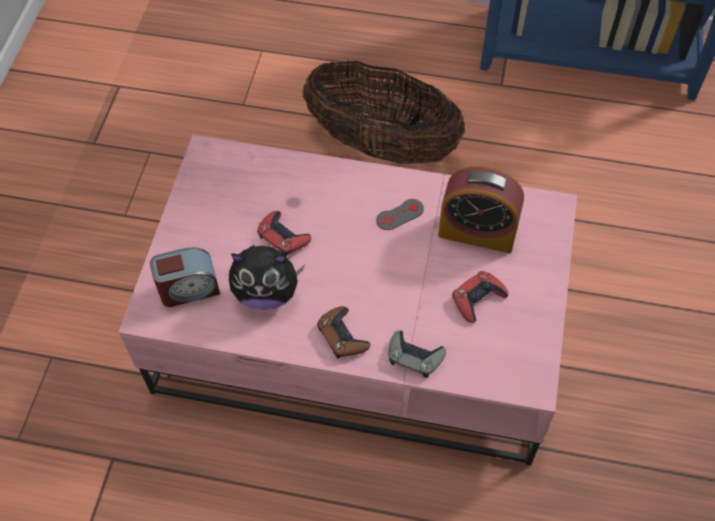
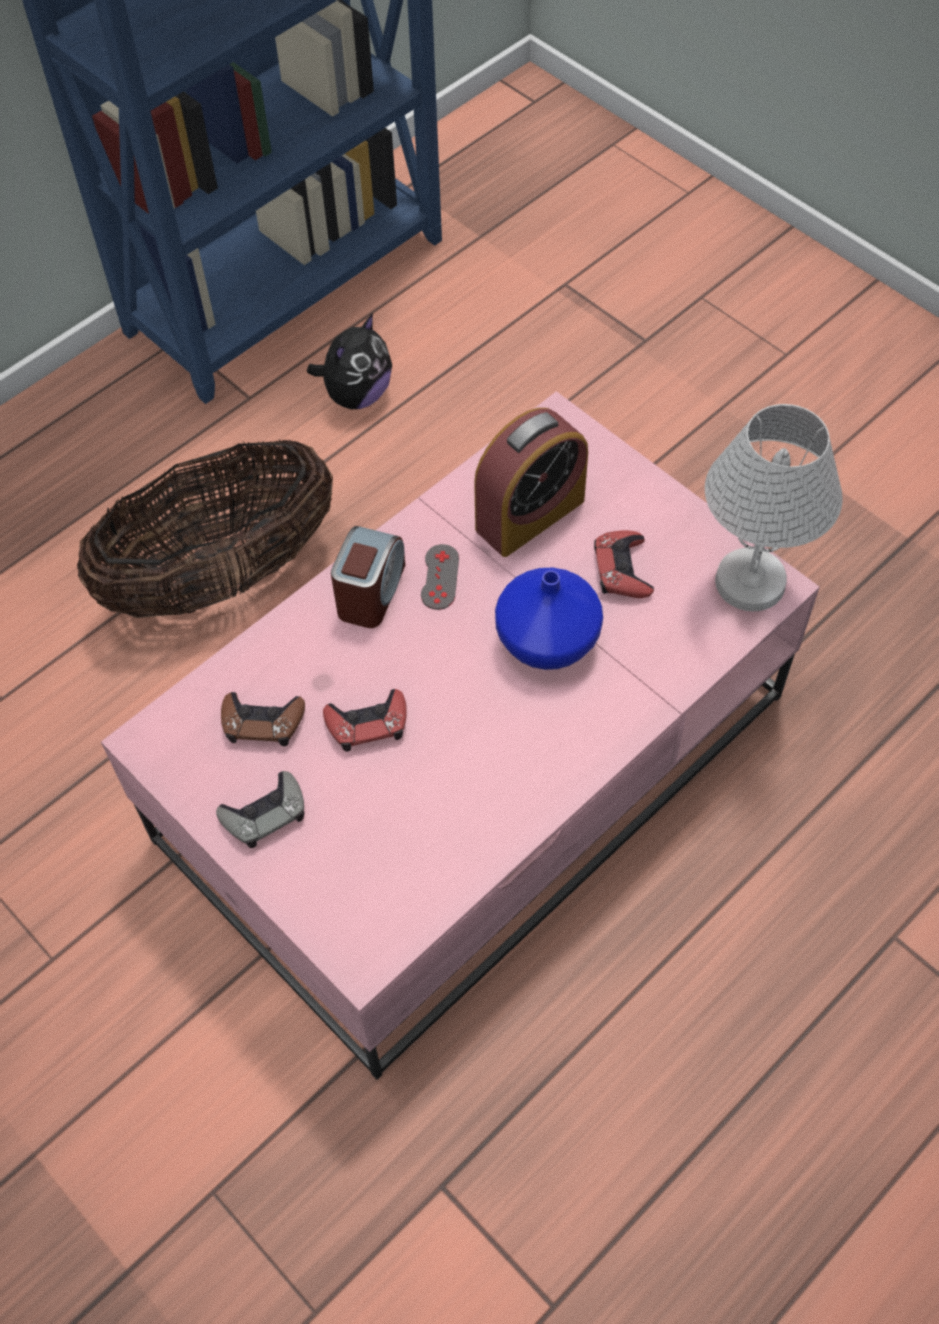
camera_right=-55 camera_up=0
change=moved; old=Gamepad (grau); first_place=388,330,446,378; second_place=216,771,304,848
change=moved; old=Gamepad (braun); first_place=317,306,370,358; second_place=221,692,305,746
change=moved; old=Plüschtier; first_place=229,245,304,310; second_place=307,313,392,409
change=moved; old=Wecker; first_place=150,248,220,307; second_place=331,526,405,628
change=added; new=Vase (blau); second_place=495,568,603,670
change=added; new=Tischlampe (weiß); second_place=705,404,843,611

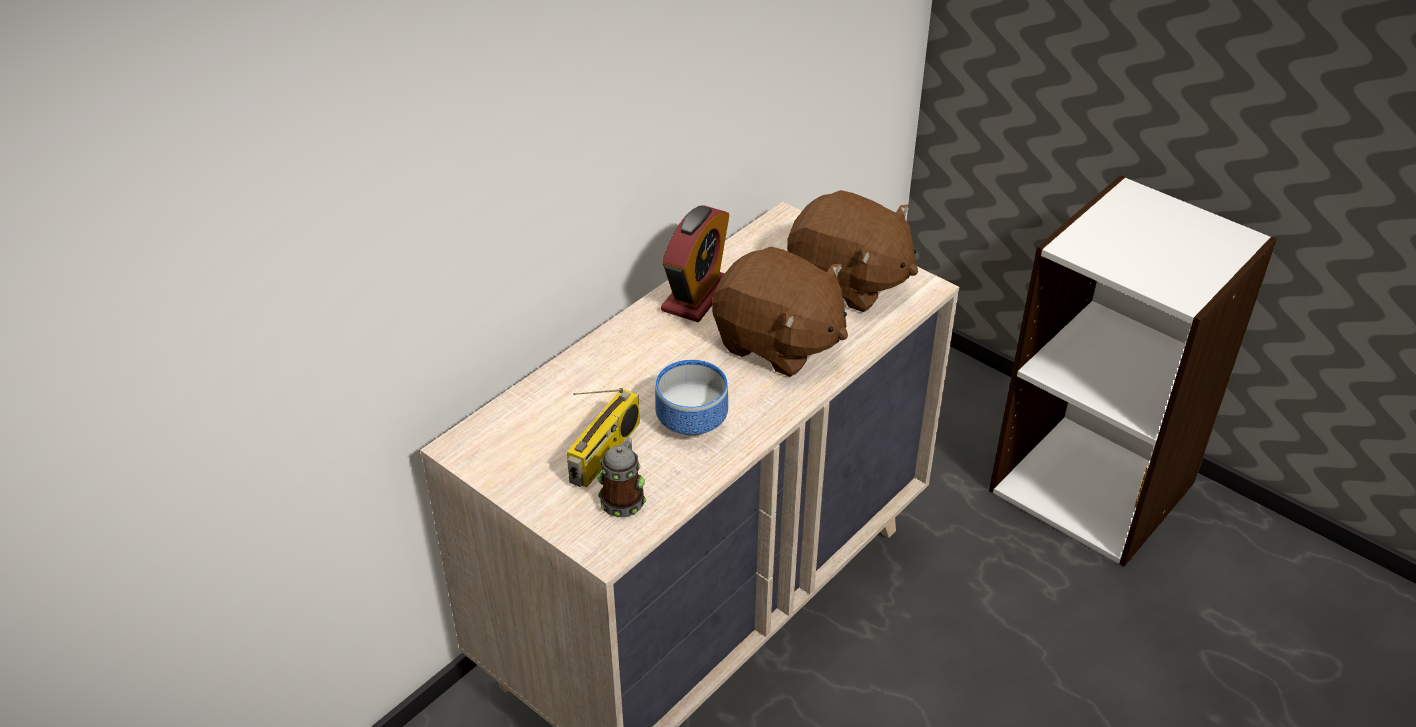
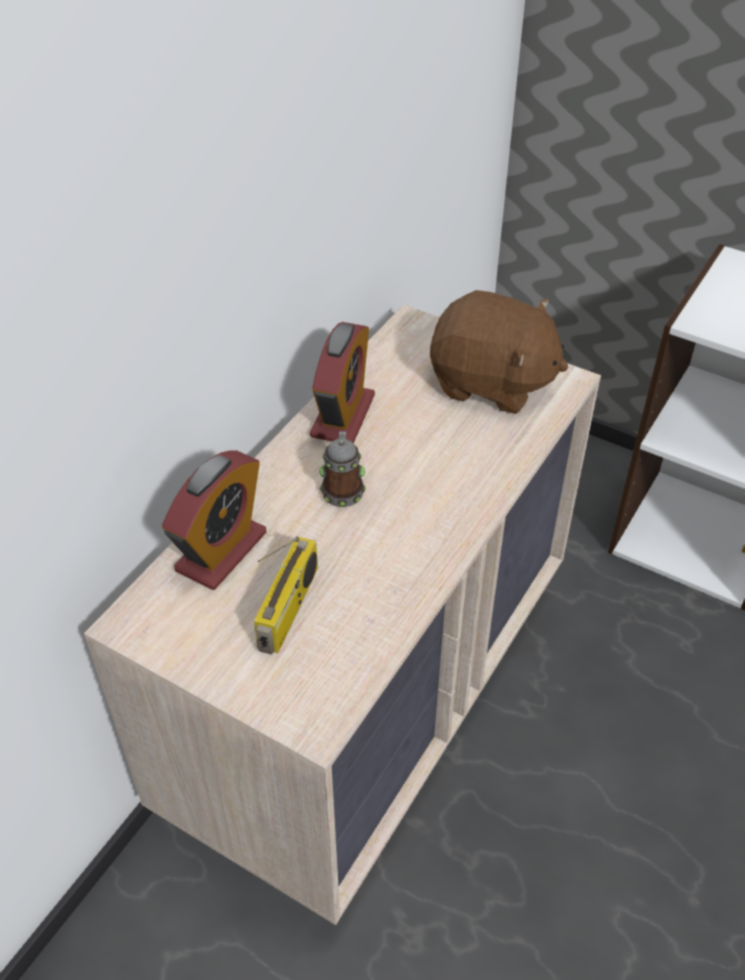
camera_right=-10 camera_up=5
change=added; new=Wecker; second_place=162,450,267,590
change=moved; old=Henkelbecher; first_place=597,437,646,517; second_place=319,431,366,507
change=removed; old=Schüssel; first_place=655,360,728,436
change=removed; old=Plüschtier (braun); first_place=712,246,848,377

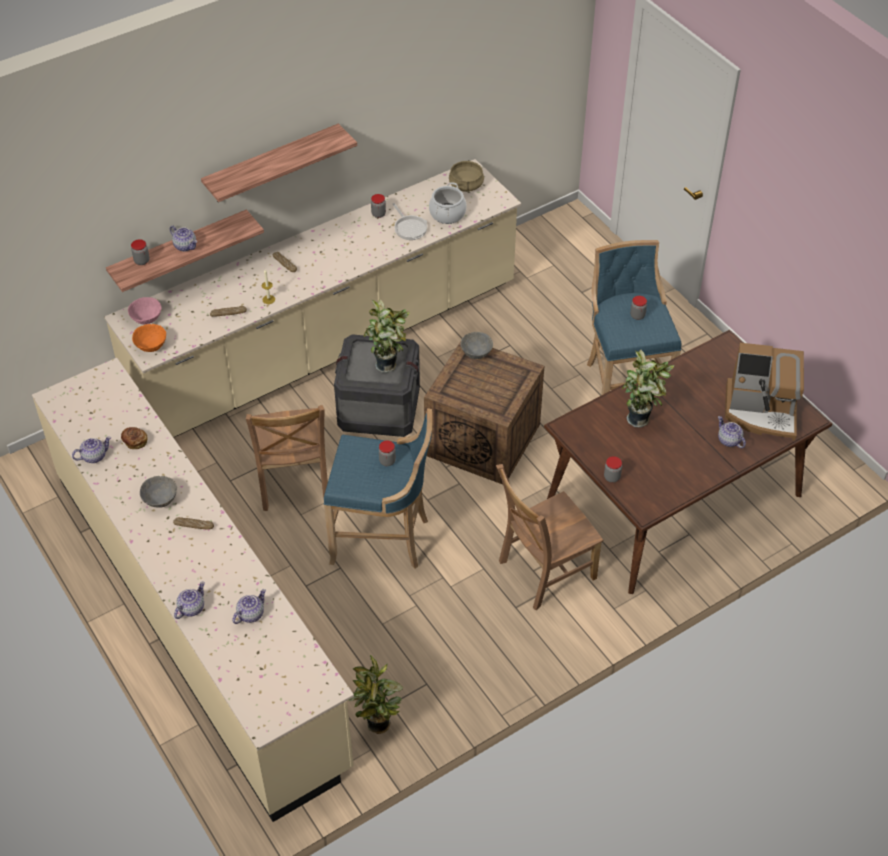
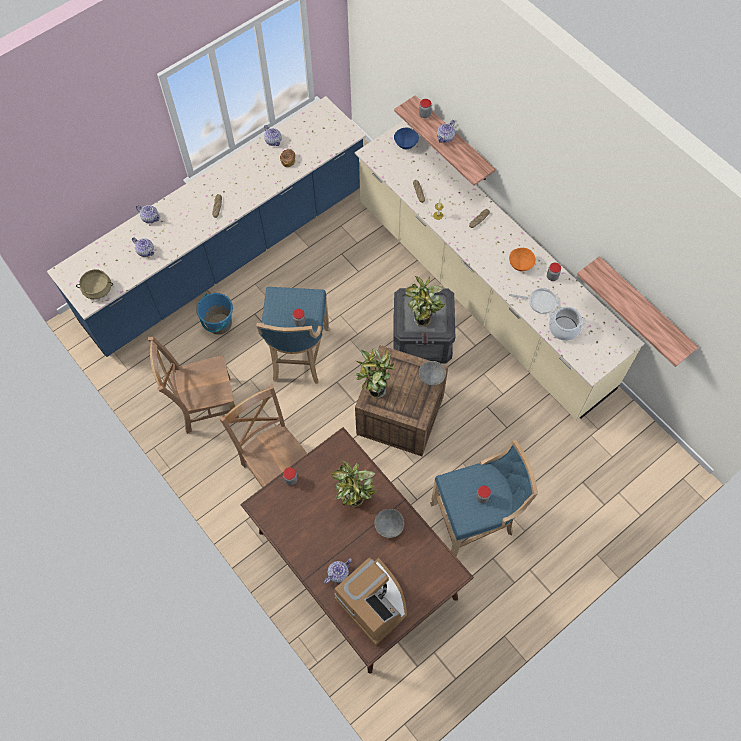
camera_right=85 camera_up=15
change=recoloured; old=Küchenzeile (beige); new=Küchenzeile (blau); first_place=32,358,354,822; second_place=47,96,366,357
change=moved; old=Kochtopf (beige); first_place=449,160,484,192; second_place=76,269,113,299
change=moved; old=Stuhl (braun); first_place=246,405,328,511; second_place=148,337,239,434
change=added; new=Eimer (blau); second_place=197,293,233,335
change=turned; old=Kaffeemaschine; first_place=725,343,804,441; second_place=335,558,407,646; degrees=135
change=moved; old=Topfpflanze; first_place=348,655,403,734; second_place=355,348,395,398
change=moved; old=Schüssel (grau); first_place=140,476,177,508; second_place=375,509,404,538
change=recoloured; old=Schüssel (rosa); new=Schüssel (blau); first_place=128,297,162,324; second_place=394,128,419,149
change=moved; old=Schüssel (orange); first_place=132,324,166,352; second_place=509,248,536,271
change=turned; old=Pfanne; first_place=393,203,427,240; second_place=509,287,559,314; degrees=-135
change=moved; old=Wandregal; first_place=201,123,357,202; second_place=577,256,698,367

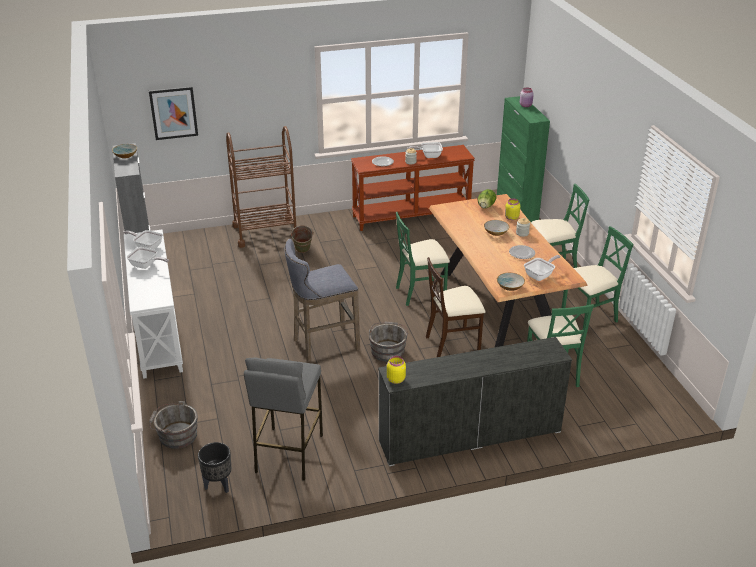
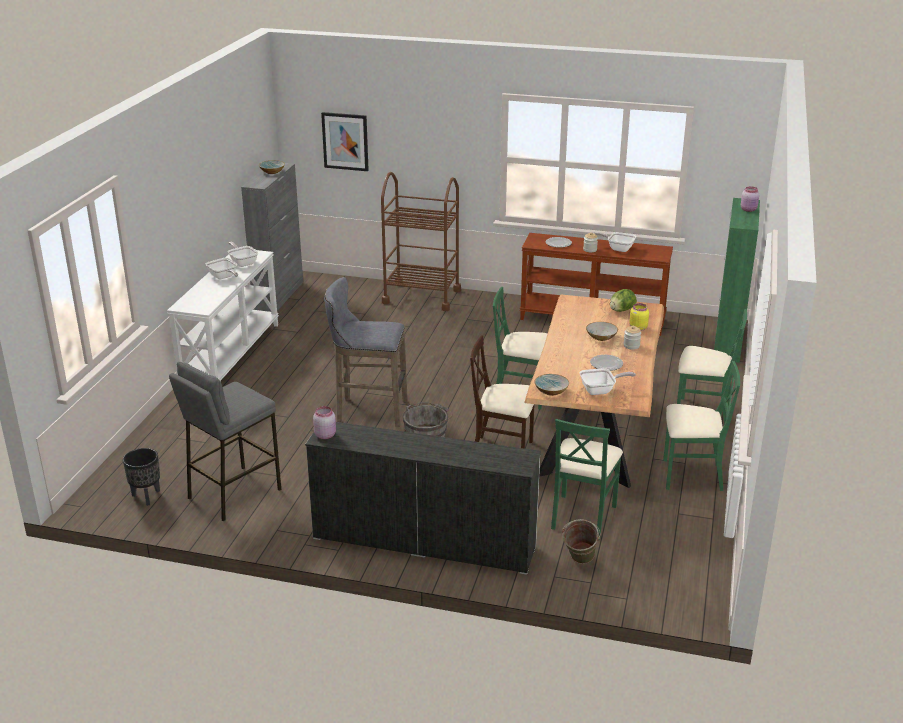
camera_right=30 camera_up=-5
change=recoloured; old=Vorratsglas (gelb); new=Vorratsglas (rosa); first_place=387,356,406,384; second_place=313,406,336,439
change=moved; old=Eimer (grün); first_place=290,225,314,253; second_place=562,519,601,564
change=removed; old=Eimer (grau); first_place=149,401,198,449

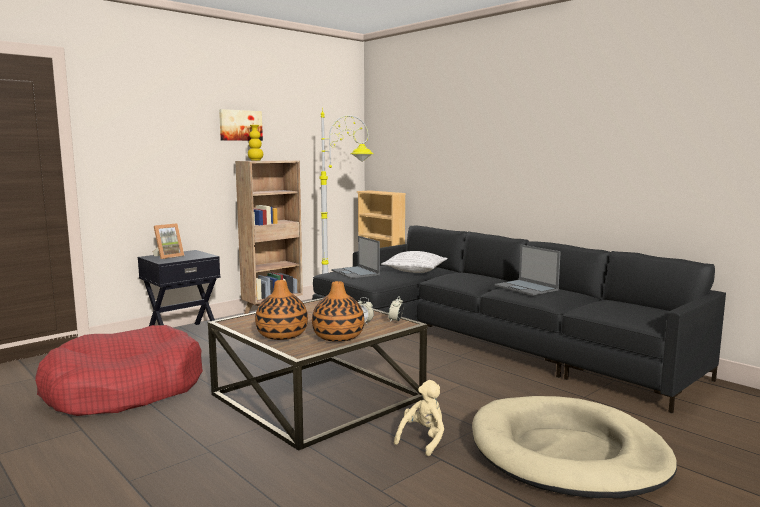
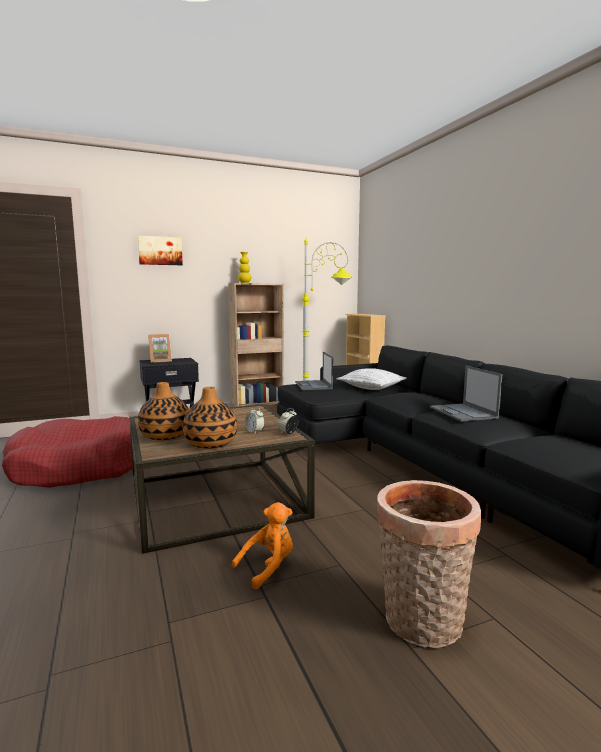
camera_right=20 camera_up=0
change=moved; old=Bild; first_place=219,109,263,141; second_place=138,236,183,265
change=recoloured; old=Plüschtier (beige); new=Plüschtier (orange); first_place=394,380,444,456; second_place=232,502,293,589
change=replaced; old=Hundebett (beige); new=Korb; first_place=472,396,677,498; second_place=377,480,481,648

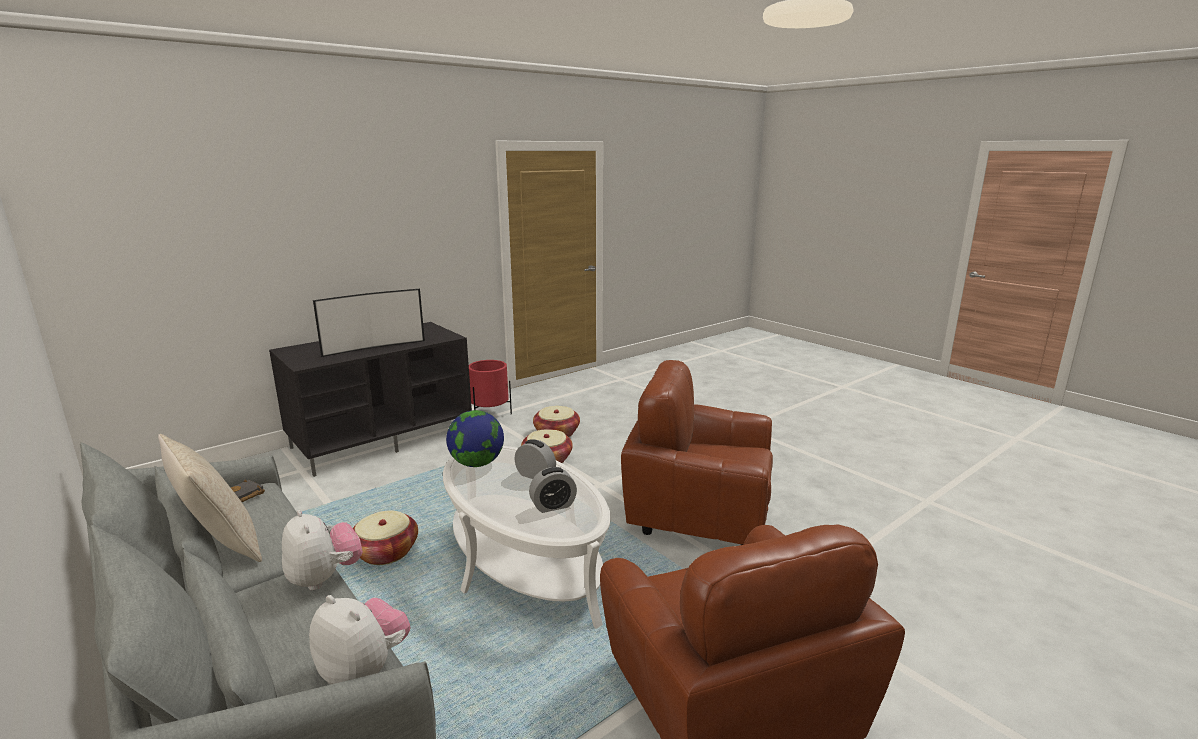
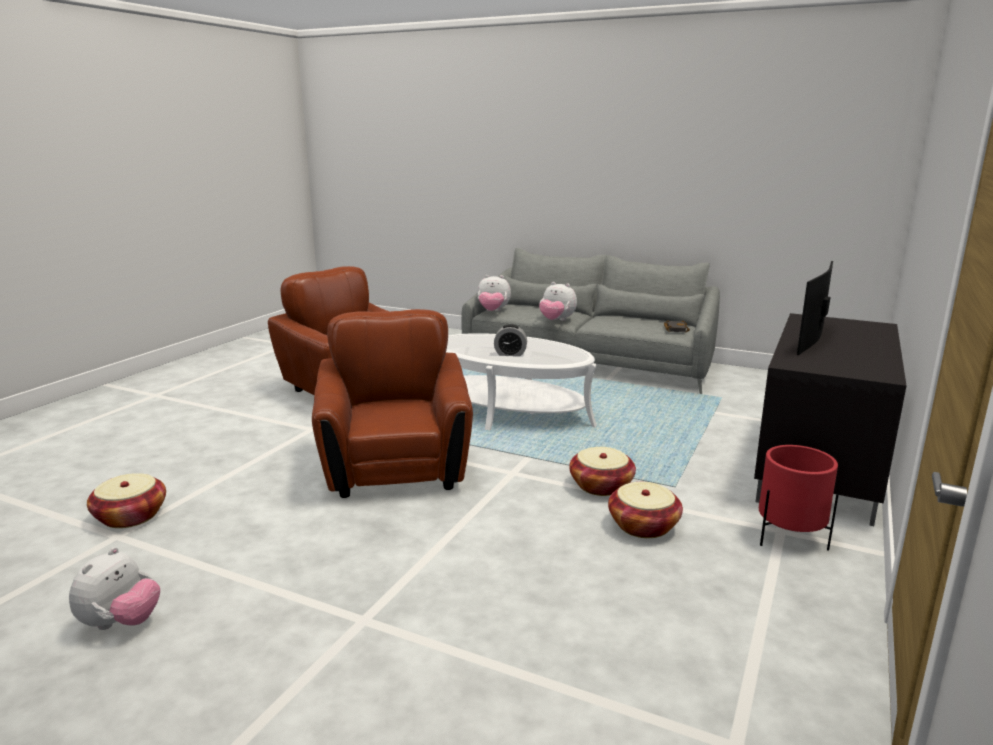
camera_right=155 camera_up=0
change=added; new=Plüschtier; second_place=69,547,160,630
change=moved; old=Korb; first_place=353,510,418,565; second_place=87,473,166,528
change=turned; old=Sessel (braun); first_place=621,360,773,545; second_place=312,309,473,498; degrees=-90
change=removed; old=Kissen (beige); first_place=158,434,262,562
change=removed; old=Globus; first_place=446,410,504,467
change=removed; old=Wecker; first_place=529,467,577,513

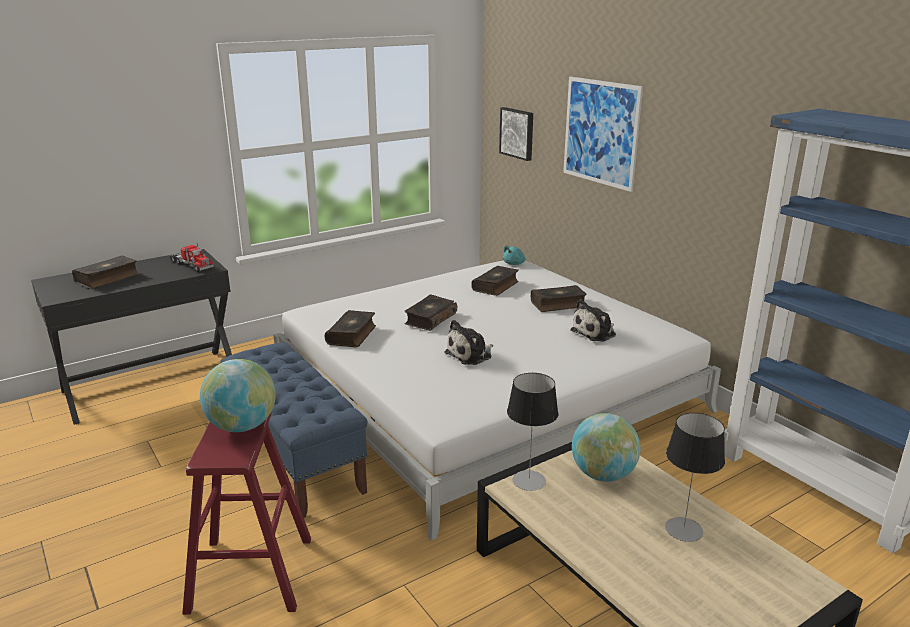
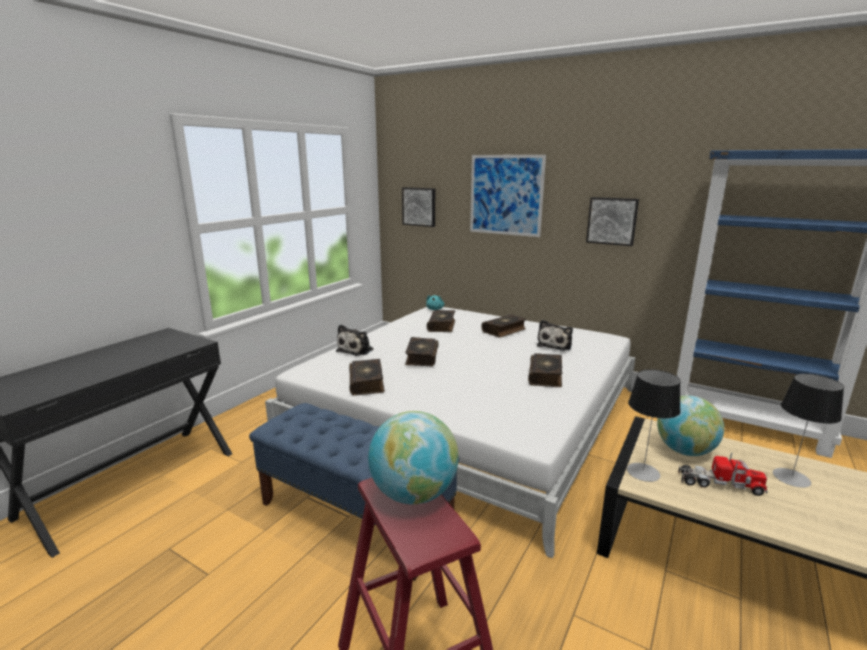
camera_right=-25 camera_up=-5
change=moved; old=Plüschtier; first_place=444,320,493,365; second_place=336,325,373,356
change=moved; old=Buch; first_place=72,255,139,289; second_place=528,353,562,387
change=added; new=Bild; second_place=586,197,639,246
change=moved; old=Spielzeuglaster; first_place=170,243,213,272; second_place=678,453,768,496

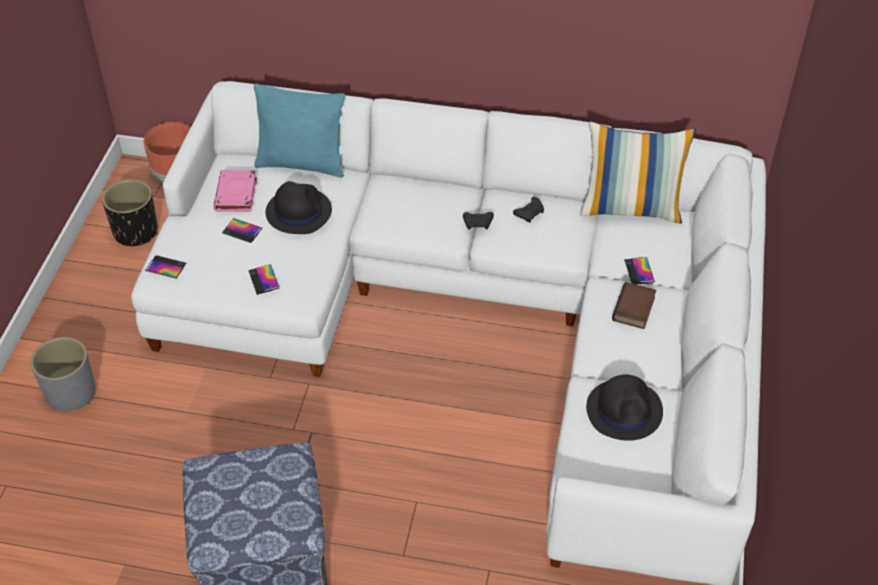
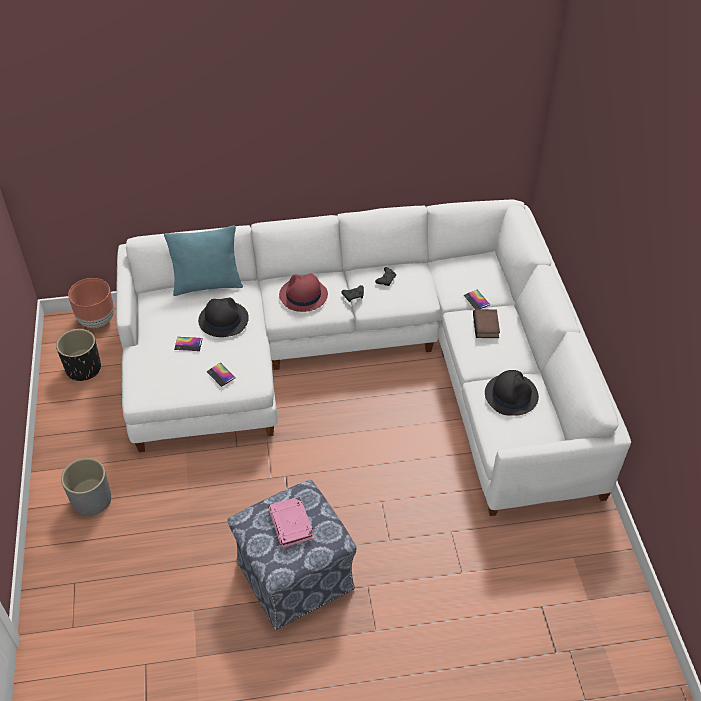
camera_right=-20 camera_up=0
change=moved; old=Buch (rosa); first_place=213,170,257,212; second_place=268,496,314,548
change=added; new=Hut (rot); second_place=279,274,328,312
change=removed; old=Handy; first_place=145,255,186,278
change=removed; old=Kissen; first_place=580,121,696,223

